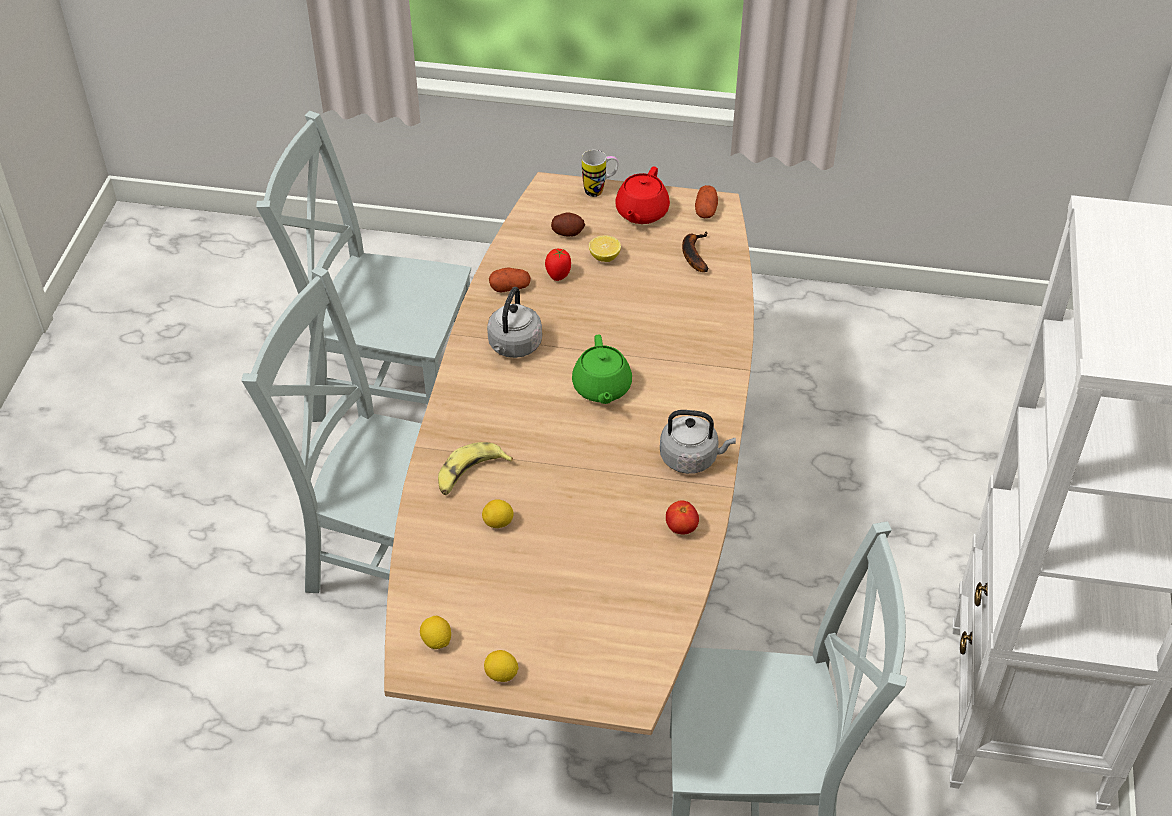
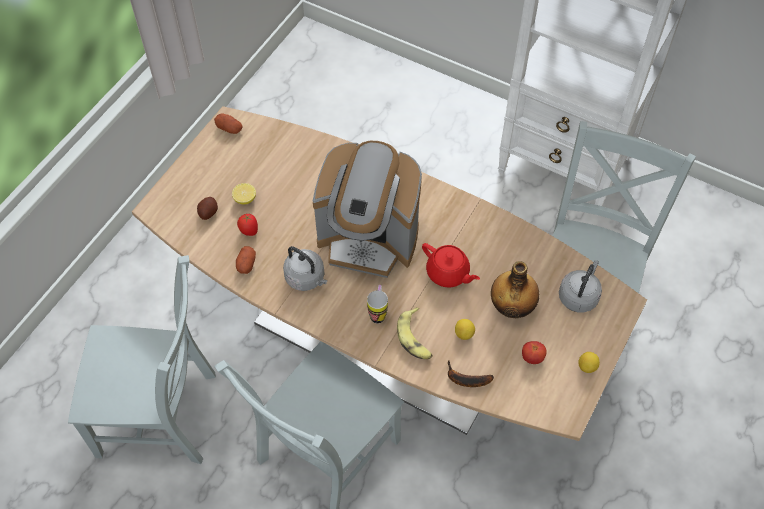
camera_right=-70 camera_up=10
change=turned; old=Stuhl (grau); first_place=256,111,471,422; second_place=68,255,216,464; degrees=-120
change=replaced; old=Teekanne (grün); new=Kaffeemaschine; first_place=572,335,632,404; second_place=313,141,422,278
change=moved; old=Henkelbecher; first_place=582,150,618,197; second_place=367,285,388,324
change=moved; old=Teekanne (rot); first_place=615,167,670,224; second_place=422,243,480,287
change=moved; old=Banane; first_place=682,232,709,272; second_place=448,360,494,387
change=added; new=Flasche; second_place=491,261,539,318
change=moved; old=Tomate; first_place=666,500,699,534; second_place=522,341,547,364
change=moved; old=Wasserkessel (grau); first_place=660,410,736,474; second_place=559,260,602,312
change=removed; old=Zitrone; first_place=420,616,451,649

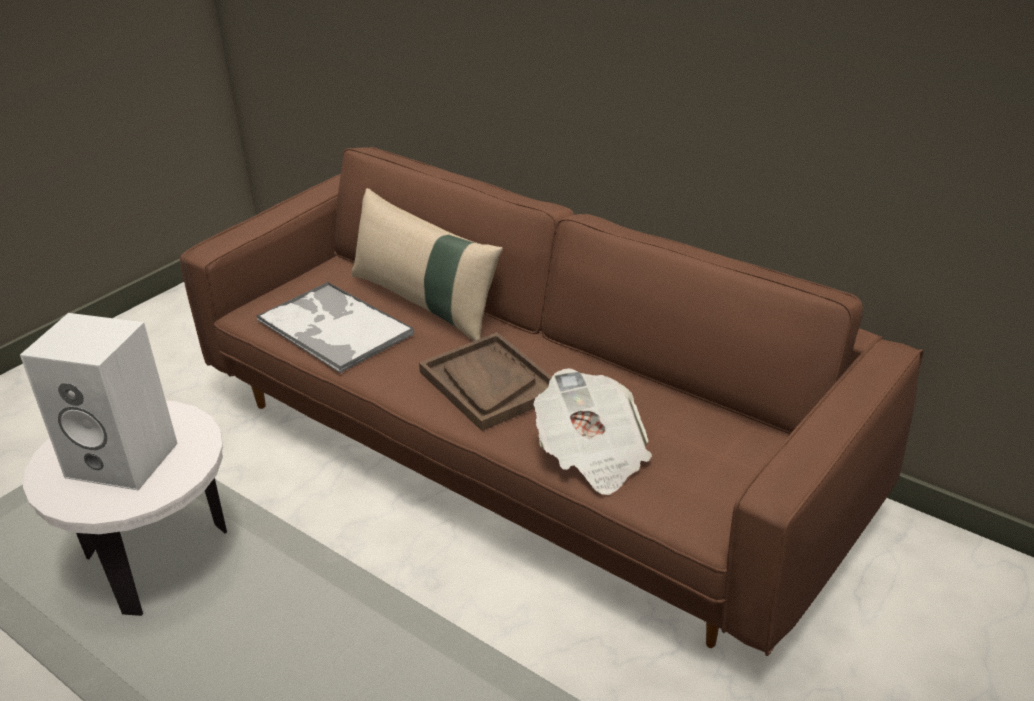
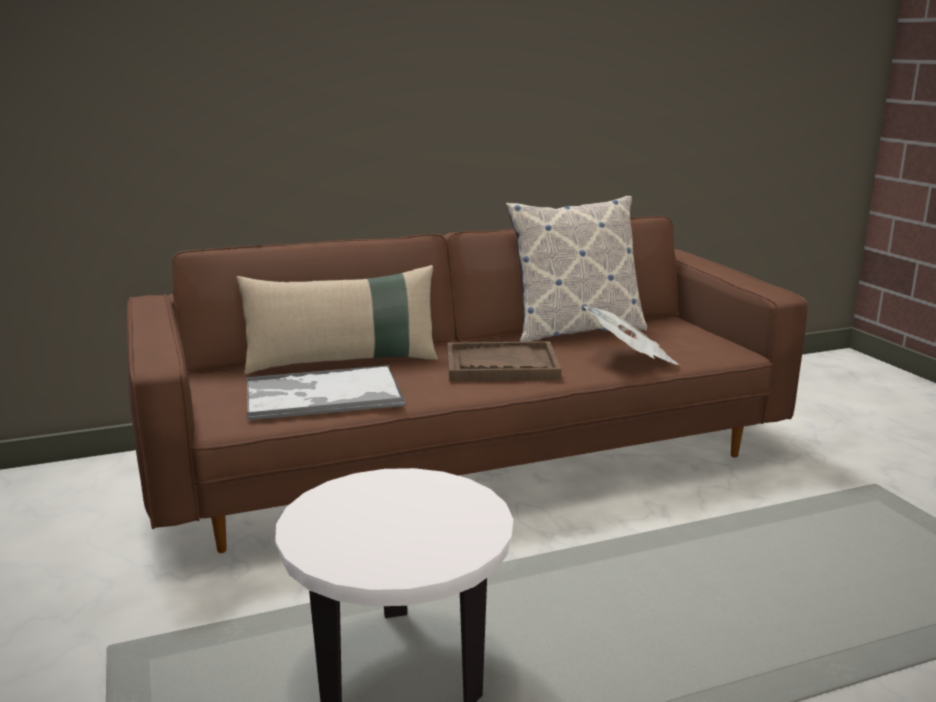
camera_right=-60 camera_up=-15
change=added; new=Kissen; second_place=506,196,647,342
change=removed; old=Lautsprecher (weiß); first_place=20,313,178,490

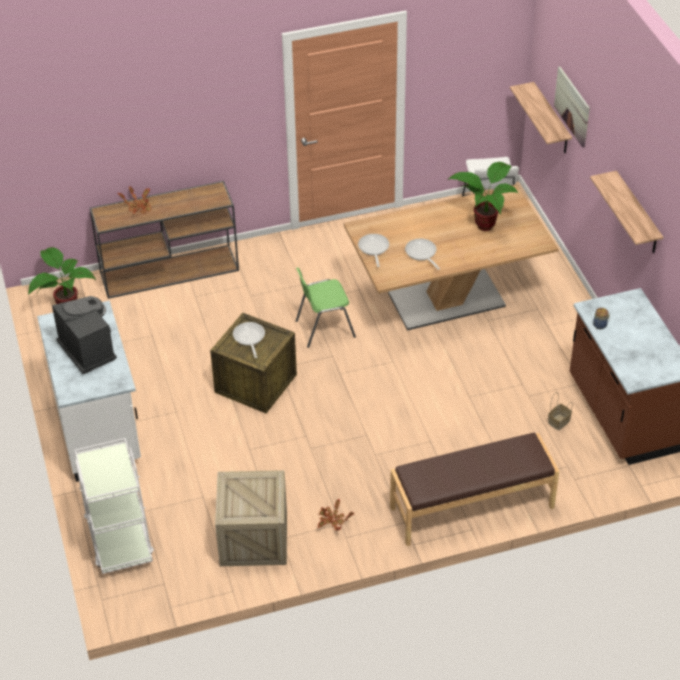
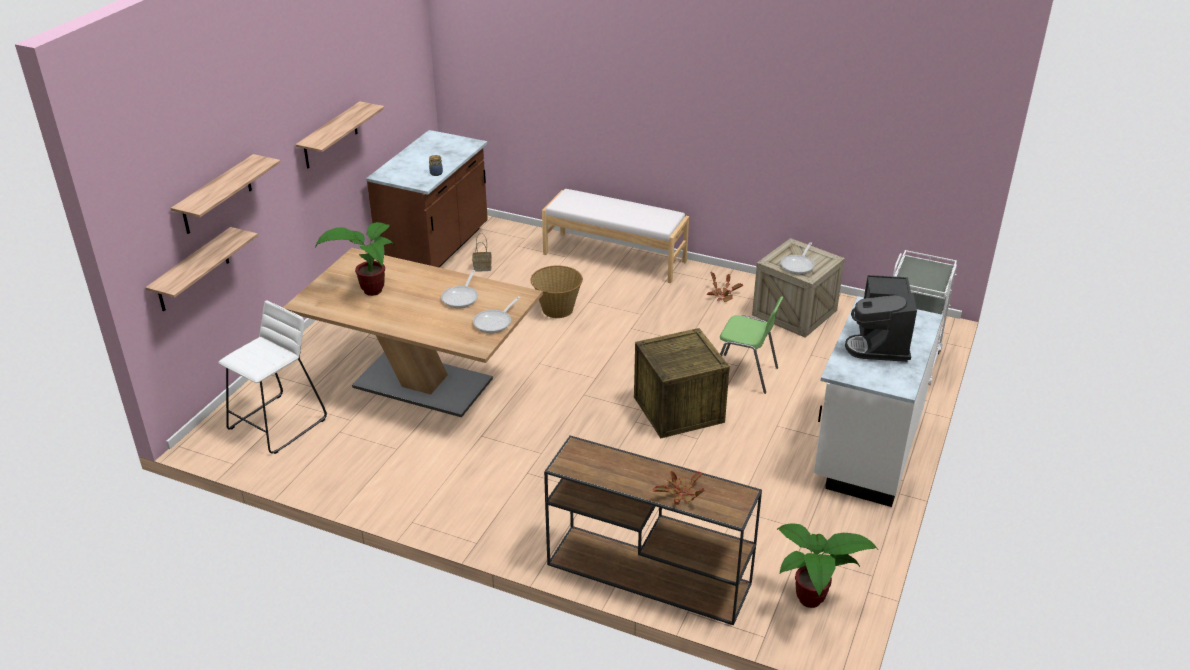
camera_right=-140 camera_up=-10
change=replaced; old=Bild; new=Wandregal; first_place=554,67,590,148; second_place=171,154,281,234
change=added; new=Korb; second_place=530,266,583,318
change=recoloured; old=Bank (braun); new=Bank (weiß); first_place=390,433,559,546; second_place=542,189,689,283
change=moved; old=Stuhl (grün); first_place=296,267,356,348; second_place=720,296,783,394
change=moved; old=Pfanne; first_place=233,322,265,358; second_place=781,242,815,274

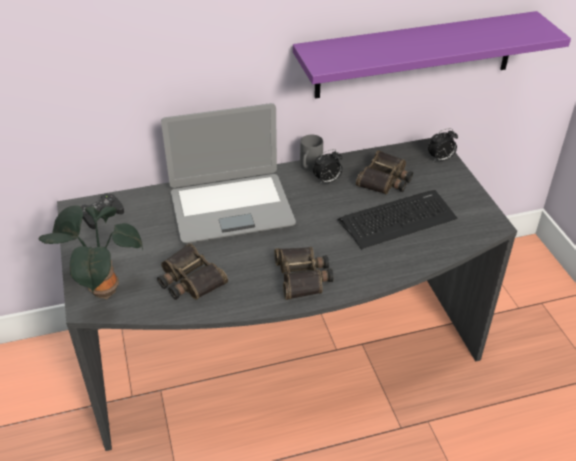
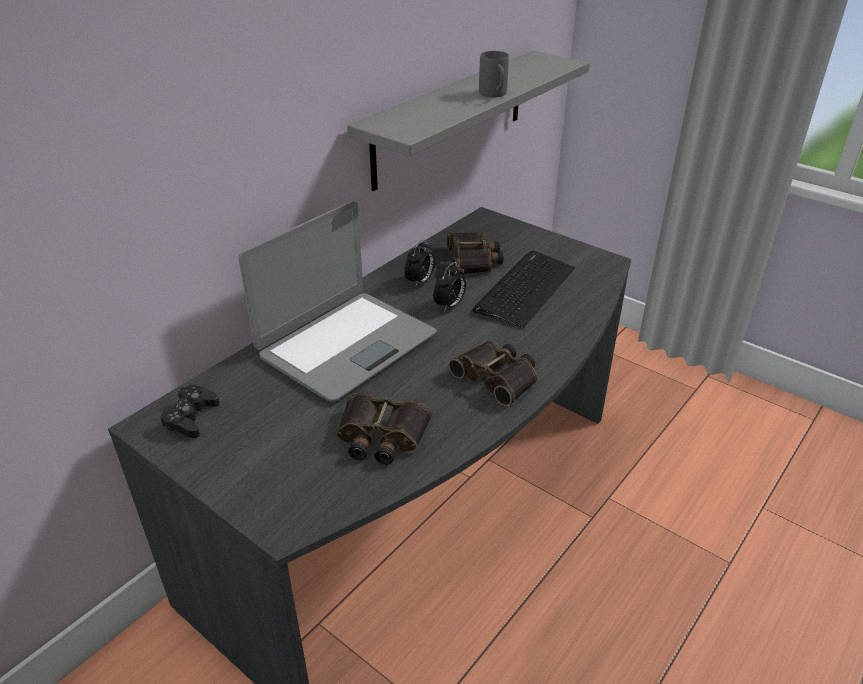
camera_right=-35 camera_up=-5
change=recoloured; old=Wandregal (lila); new=Wandregal (grau); first_place=293,11,571,99; second_place=347,51,590,191
change=moved; old=Wecker; first_place=428,128,458,161; second_place=433,262,466,312
change=moved; old=Henkelbecher (grau); first_place=300,134,323,172; second_place=479,51,509,97
change=removed; old=Topfpflanze; first_place=39,205,143,299

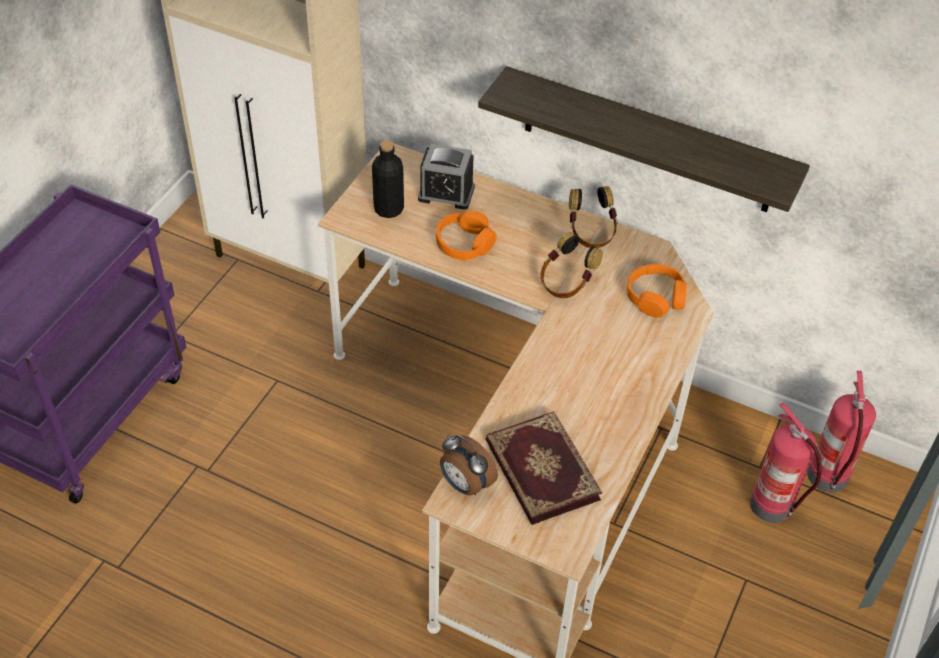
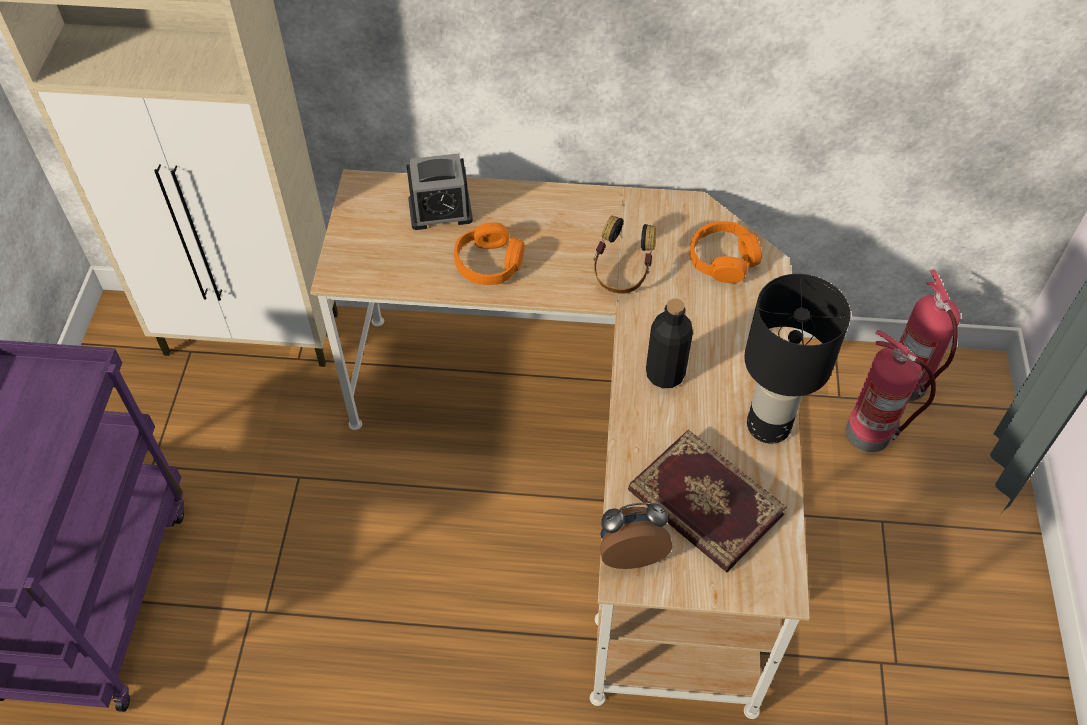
camera_right=-20 camera_up=5
change=turned; old=Wecker; first_place=440,435,498,496; second_place=600,503,672,569; degrees=150
change=moved; old=Flasche (schwarz); first_place=372,140,404,218; second_place=646,299,693,388
change=added; new=Tischlampe (schwarz); second_place=744,274,851,444
change=removed; old=Wandregal; first_place=478,66,810,212
change=removed; old=Kopfhörer; first_place=569,186,618,248

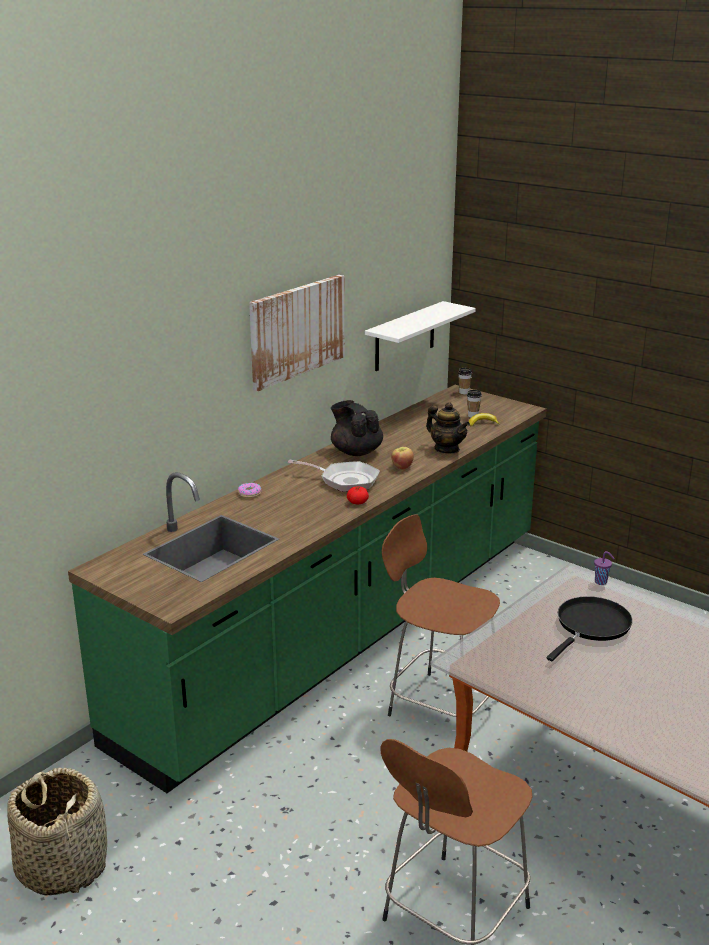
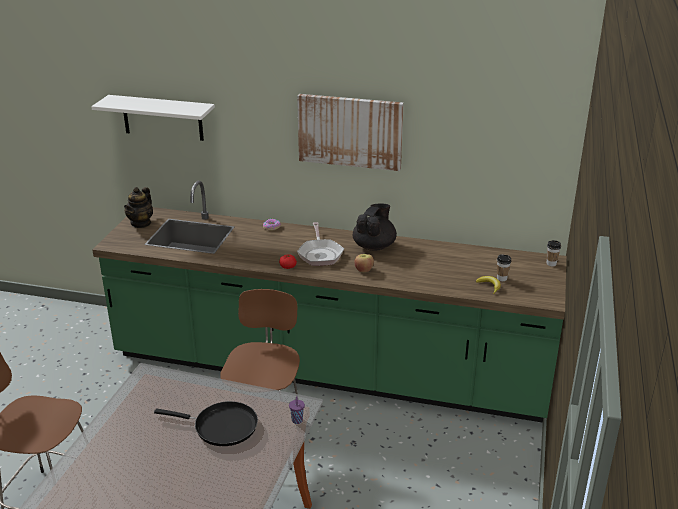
camera_right=65 camera_up=5
change=moved; old=Wandregal (weiß); first_place=365,301,476,371; second_place=91,95,215,141
change=moved; old=Teekanne; first_place=426,402,470,453; second_place=124,187,153,228
change=removed; old=Korb; first_place=7,767,107,896

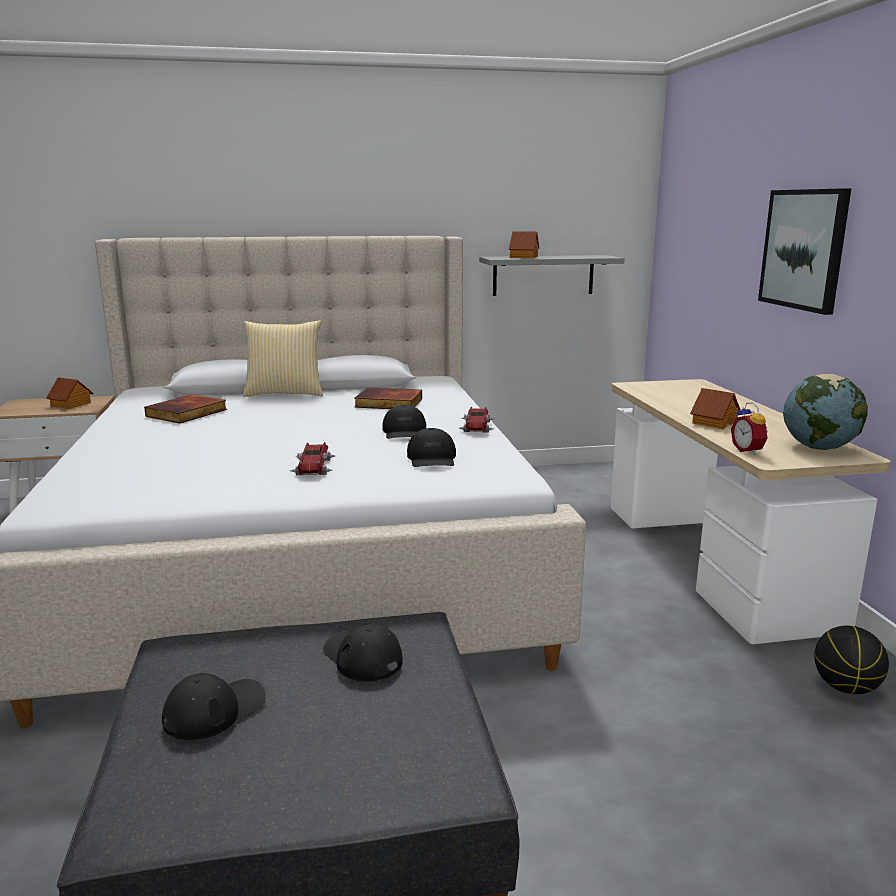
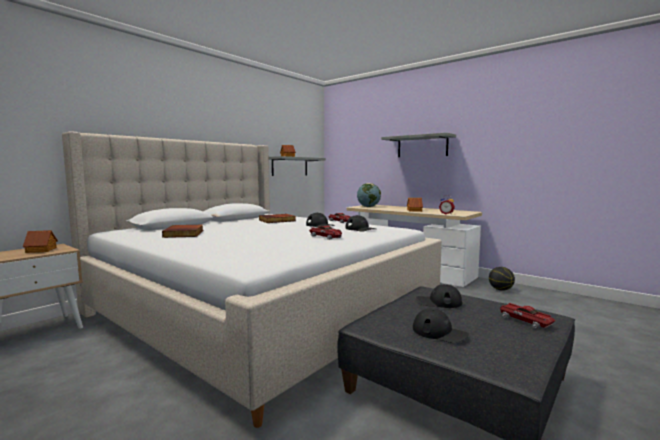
camera_right=-40 camera_up=-10
change=moved; old=Globus; first_place=783,374,868,450; second_place=357,183,381,207
change=replaced; old=Bild; new=Wandregal (grau); first_place=758,188,851,315; second_place=381,133,456,157
change=turned; old=Kappe (schwarz); first_place=162,673,266,740; second_place=413,308,469,343; degrees=120
change=added; new=Spielzeugauto; second_place=500,303,556,329
change=removed; old=Kissen; first_place=243,320,323,397

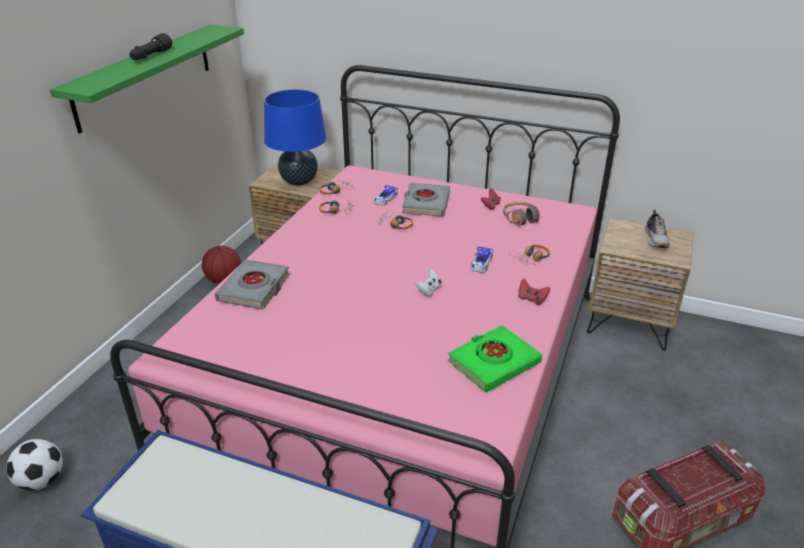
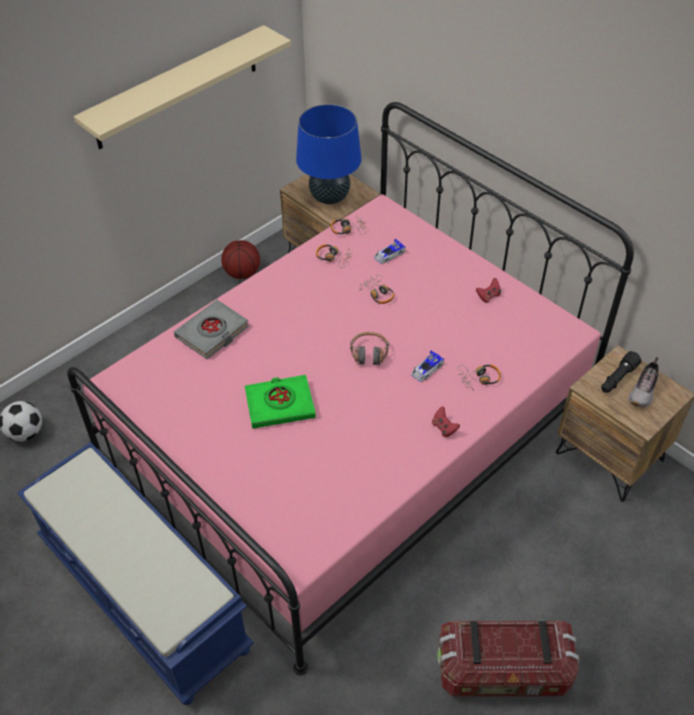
camera_right=25 camera_up=15
change=recoloured; old=Wandregal (grün); new=Wandregal (beige); first_place=50,24,244,134; second_place=74,25,291,149
change=moved; old=Buch (grün); first_place=447,325,542,392; second_place=245,375,316,428
change=moved; old=Kopfhörer; first_place=503,202,540,226; second_place=350,332,389,366
change=moved; old=Taschenlampe (schwarz); first_place=129,33,173,60; second_place=601,351,642,393
change=removed; old=Buch (grau); first_place=402,183,450,217
change=removed; old=Gamepad (weiß); first_place=415,269,441,297

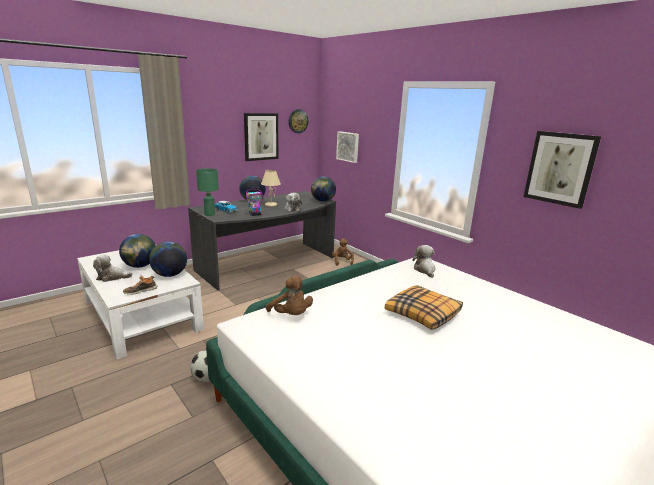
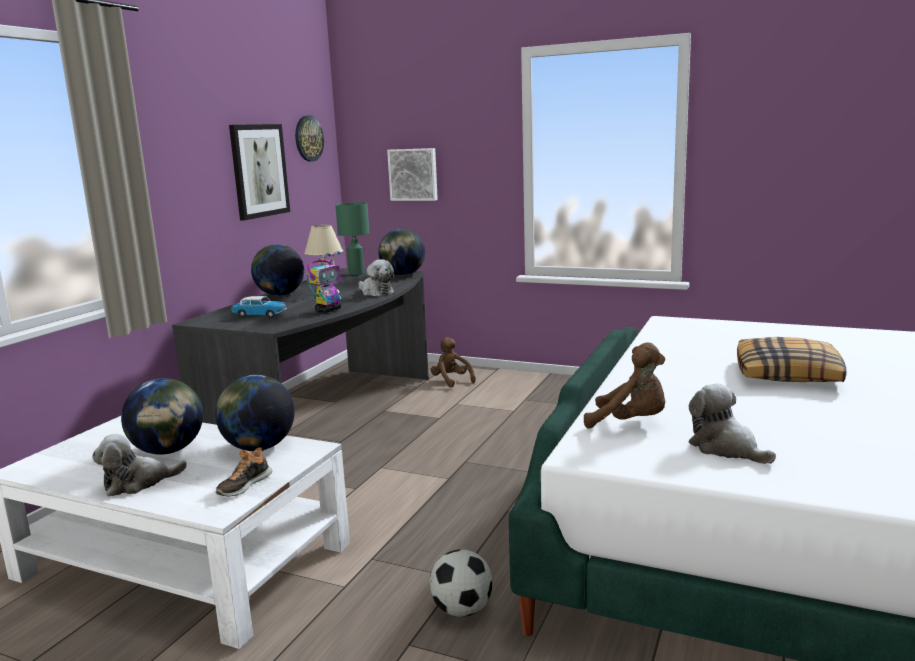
camera_right=-25 camera_up=-5
change=moved; old=Tischlampe (grün); first_place=196,169,219,216; second_place=335,202,369,275
change=moved; old=Plüschtier; first_place=412,245,436,278; second_place=688,383,776,464
change=removed; old=Bild; first_place=524,131,601,209

